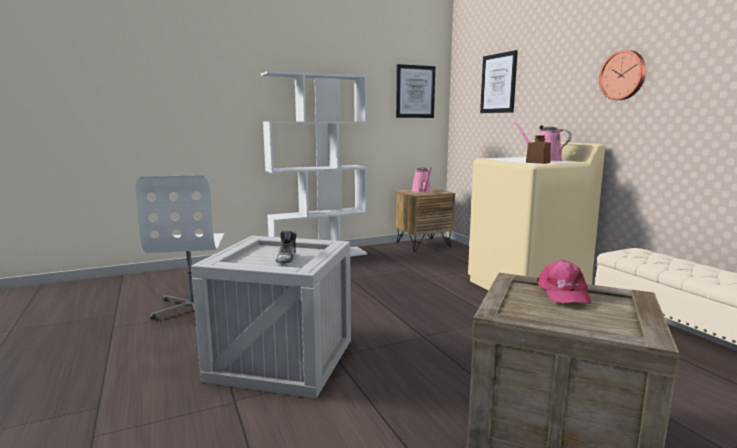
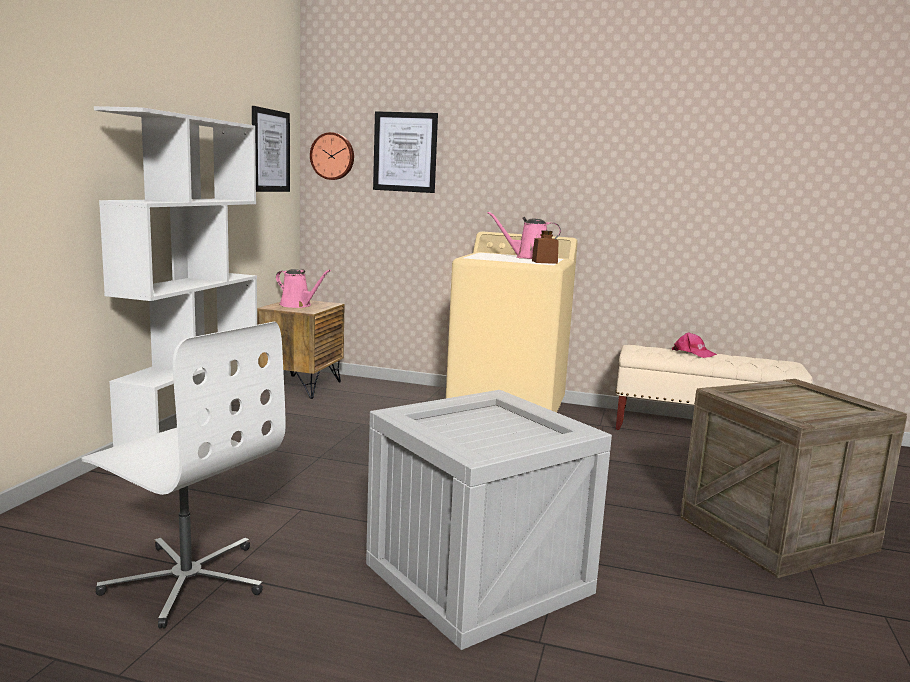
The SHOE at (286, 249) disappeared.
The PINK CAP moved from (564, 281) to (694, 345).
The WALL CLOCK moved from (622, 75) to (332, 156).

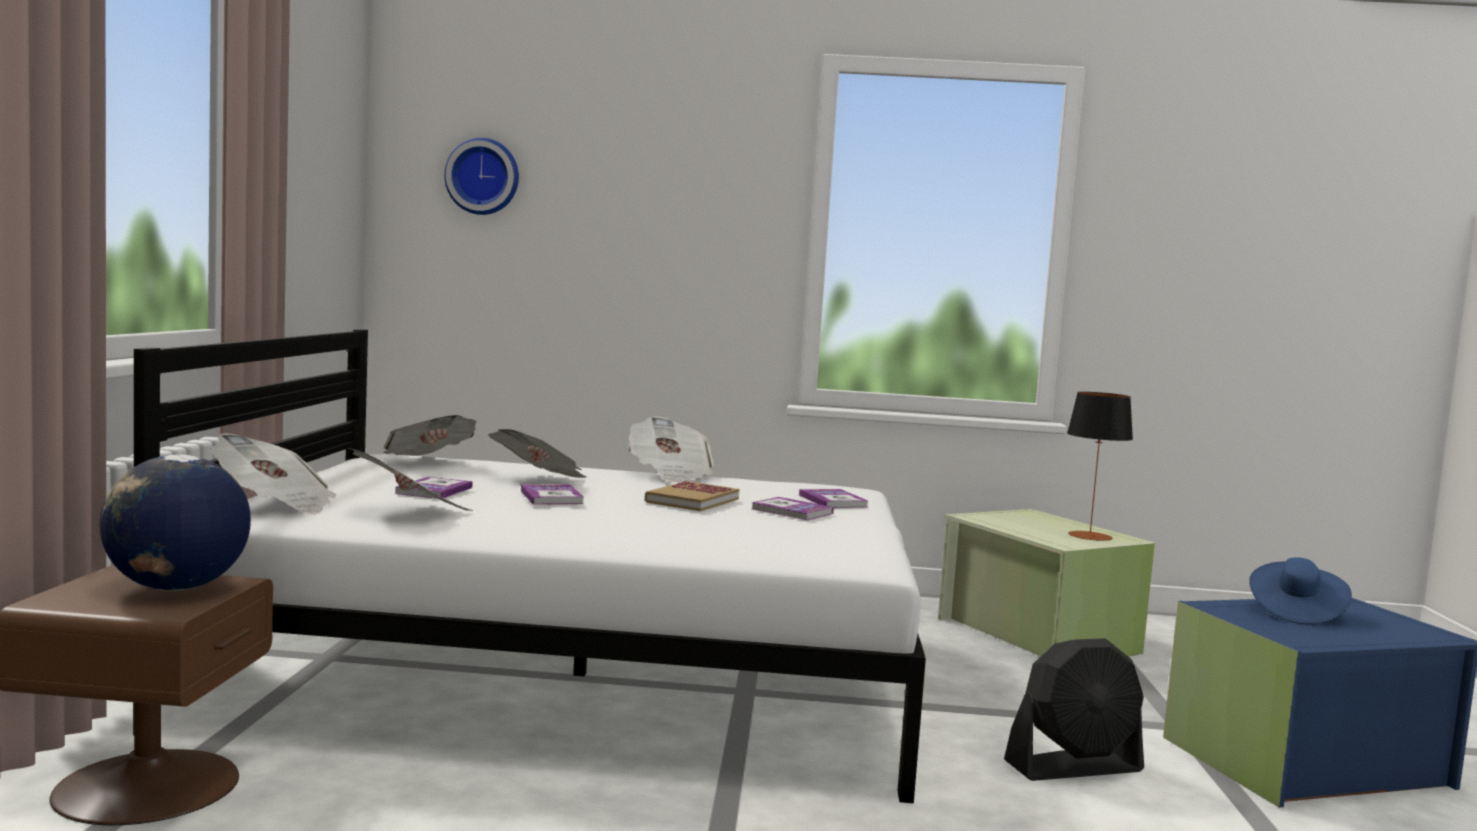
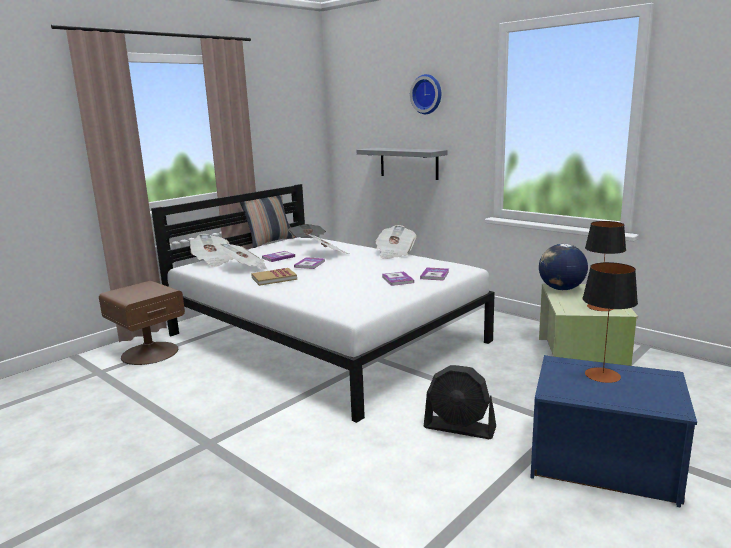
The PILLOW at (267, 221) appeared.
The GREY SHELF at (402, 164) appeared.
The GLOBE moved from (175, 522) to (563, 267).
The WALL CLOCK moved from (481, 176) to (425, 94).
The BOOK moved from (692, 496) to (274, 277).
The BLUE HAT at (1300, 591) was replaced by the TABLE LAMP at (610, 322).

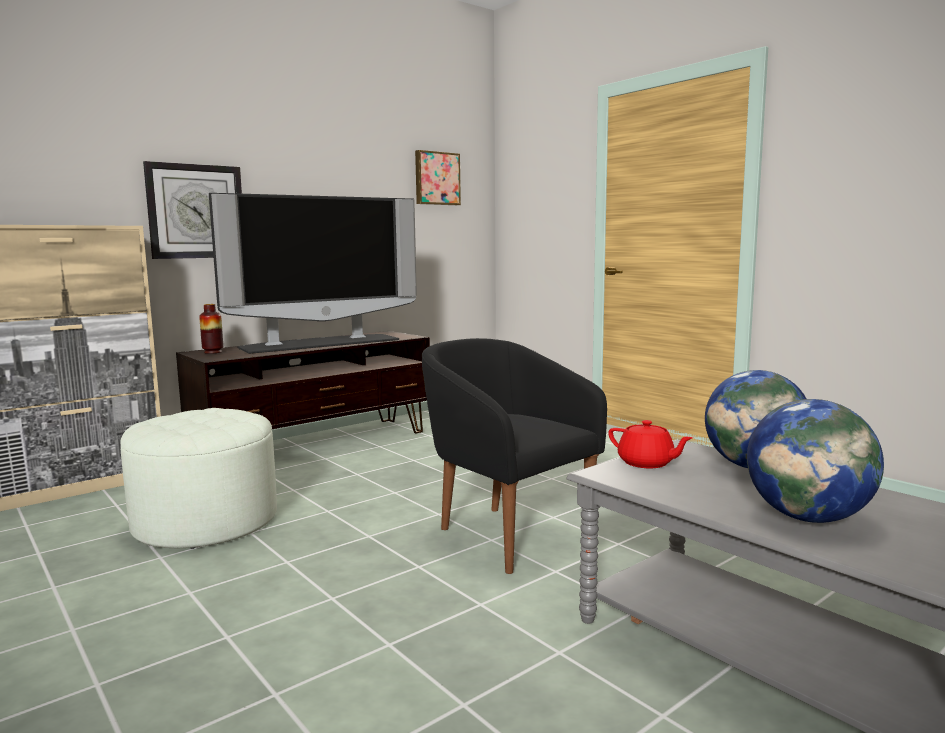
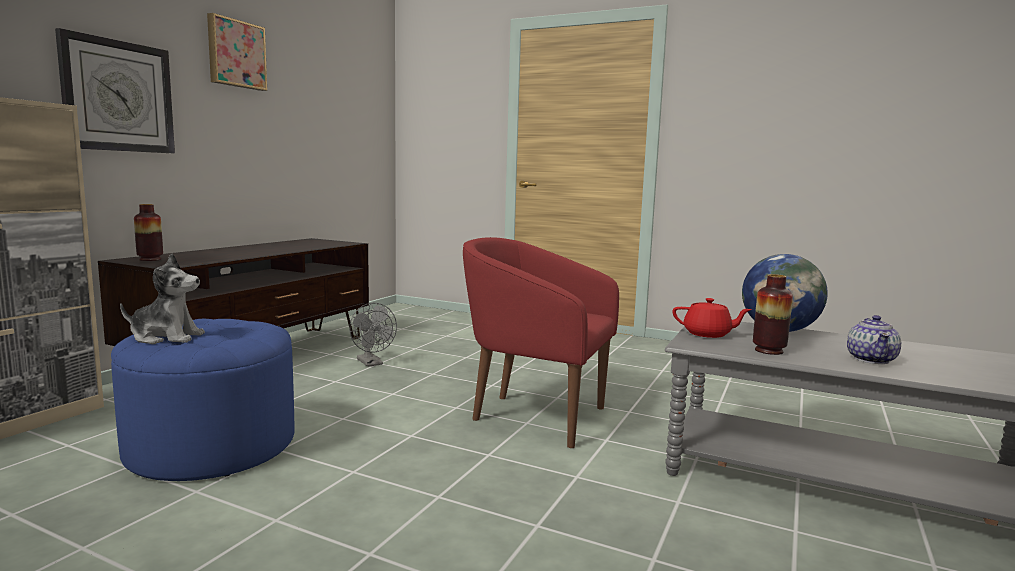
The TELEVISION at (313, 273) disappeared.
The PLUSH TOY at (162, 299) appeared.
The GREY FAN at (373, 335) appeared.
The VASE at (773, 314) appeared.
The PICTURE moved from (438, 177) to (237, 52).
The GLOBE at (815, 461) was replaced by the TEAPOT at (874, 339).
The WHITE OTTOMAN at (198, 478) became the BLUE OTTOMAN at (202, 400).
The BLACK ARMCHAIR at (514, 456) became the RED ARMCHAIR at (541, 342).

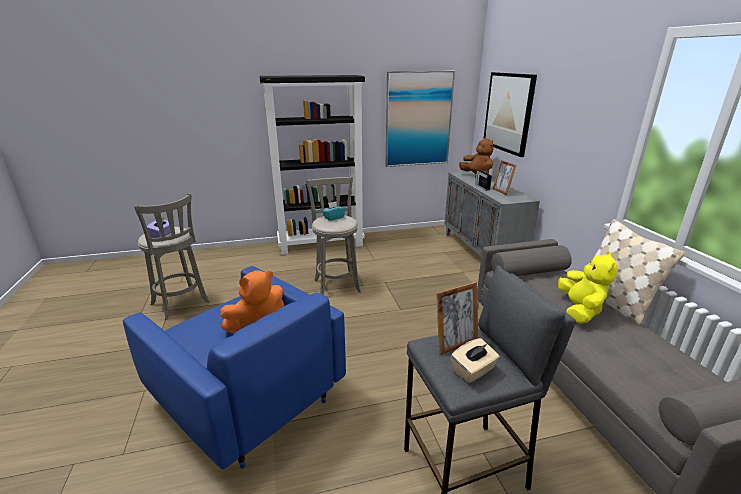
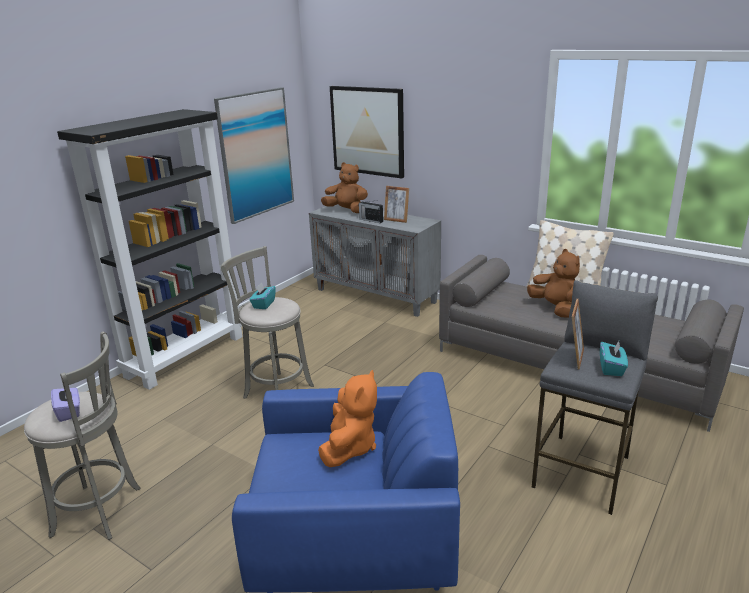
The BEIGE TISSUE BOX at (475, 360) became the TURQUOISE TISSUE BOX at (614, 358).
The YELLOW PLUSH TOY at (588, 288) became the BROWN PLUSH TOY at (553, 283).

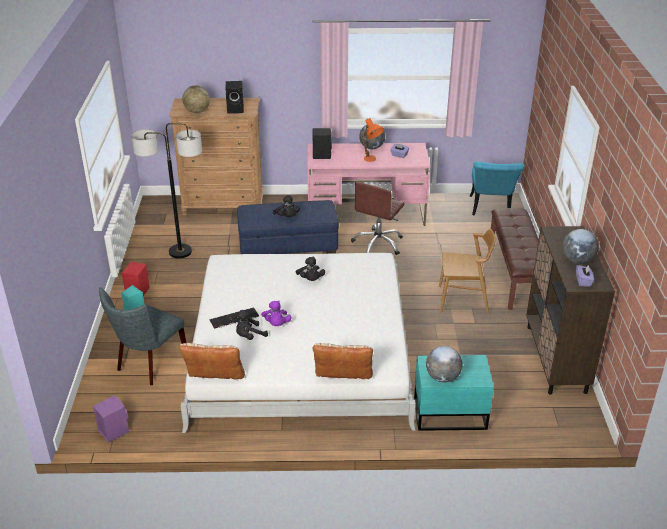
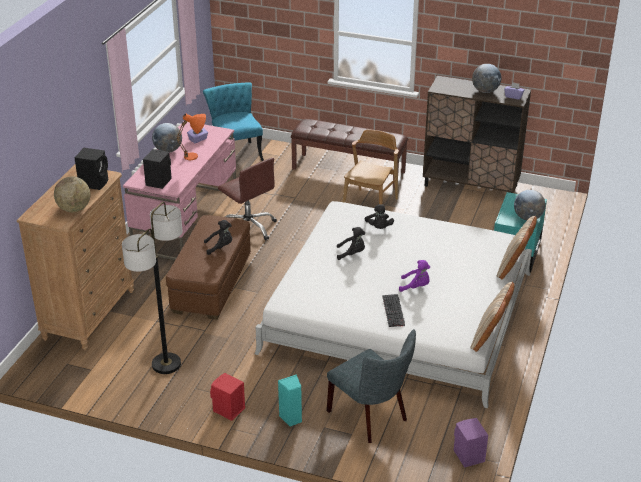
The BLACK PLUSH TOY moved from (251, 325) to (379, 216).
The BLUE OTTOMAN at (288, 227) became the BROWN OTTOMAN at (208, 267).
The TURQUOISE CHAIR at (497, 188) turned 135 degrees counterclockwise.

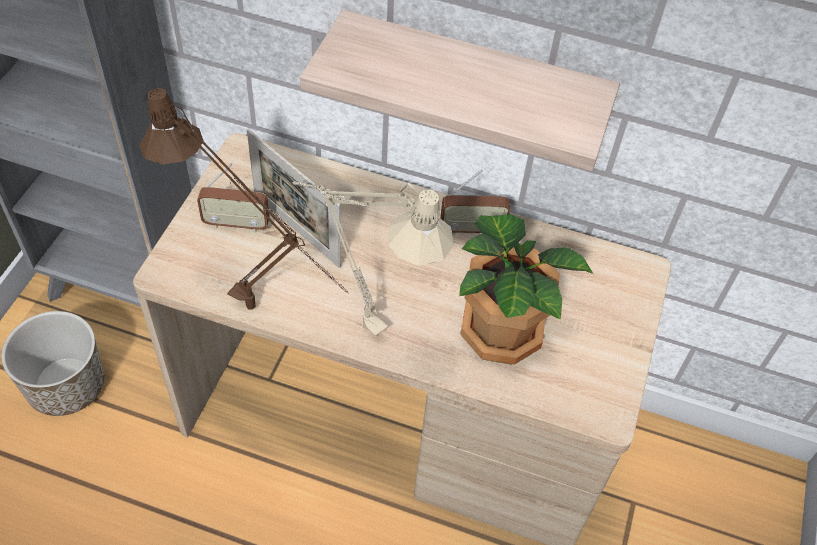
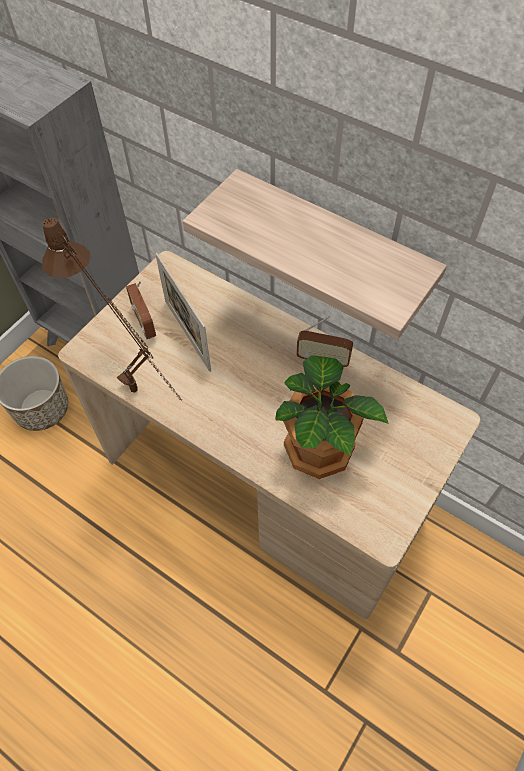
The BEIGE TABLE LAMP at (373, 258) disappeared.
The RADIO at (233, 198) turned 45 degrees clockwise.

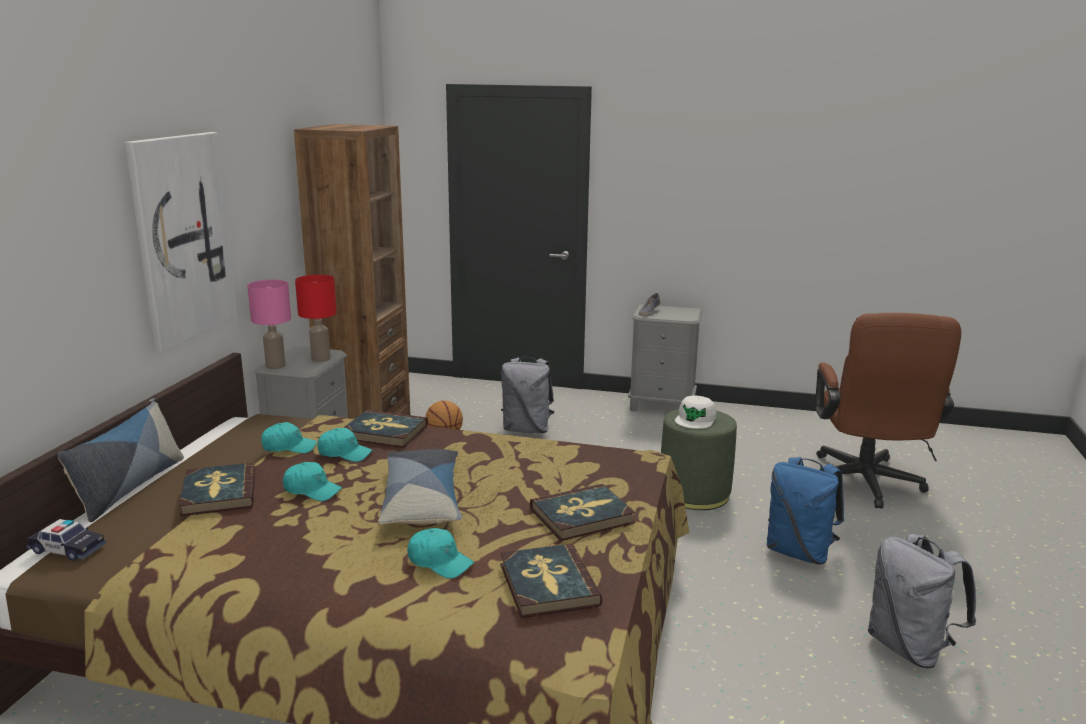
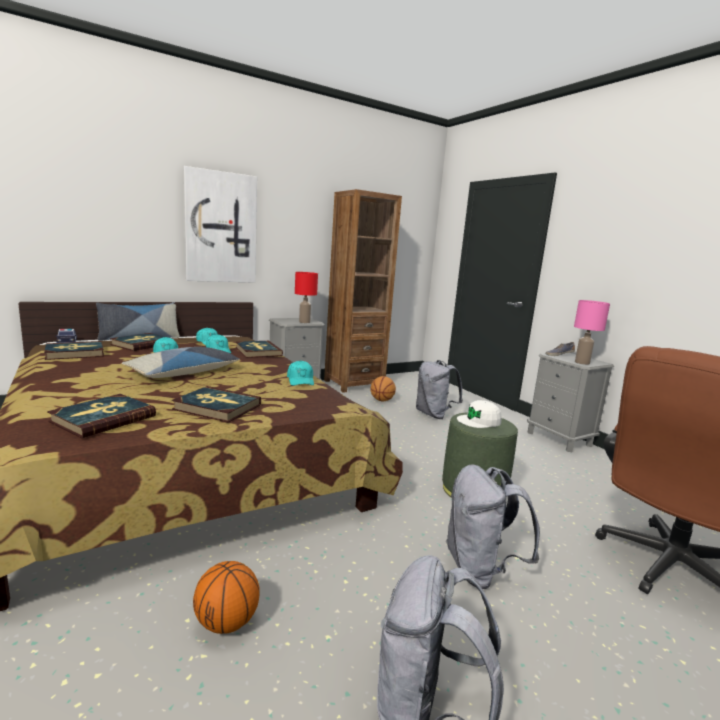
The BOOK at (74, 350) appeared.
The BASKETBALL at (226, 597) appeared.
The PINK TABLE LAMP moved from (269, 324) to (592, 332).
The TURQUOISE CAP moved from (440, 553) to (300, 373).
The BLUE BACKPACK at (805, 510) became the GREY BACKPACK at (493, 527).

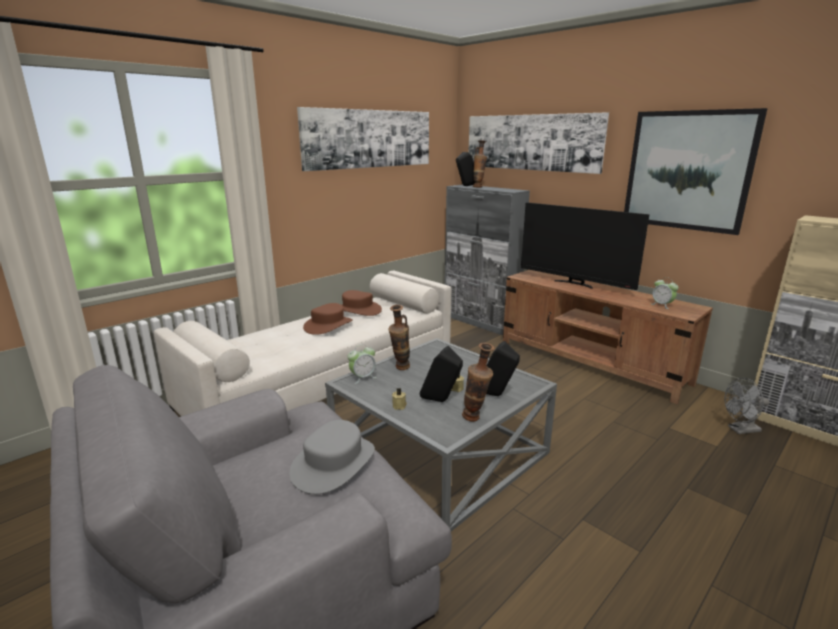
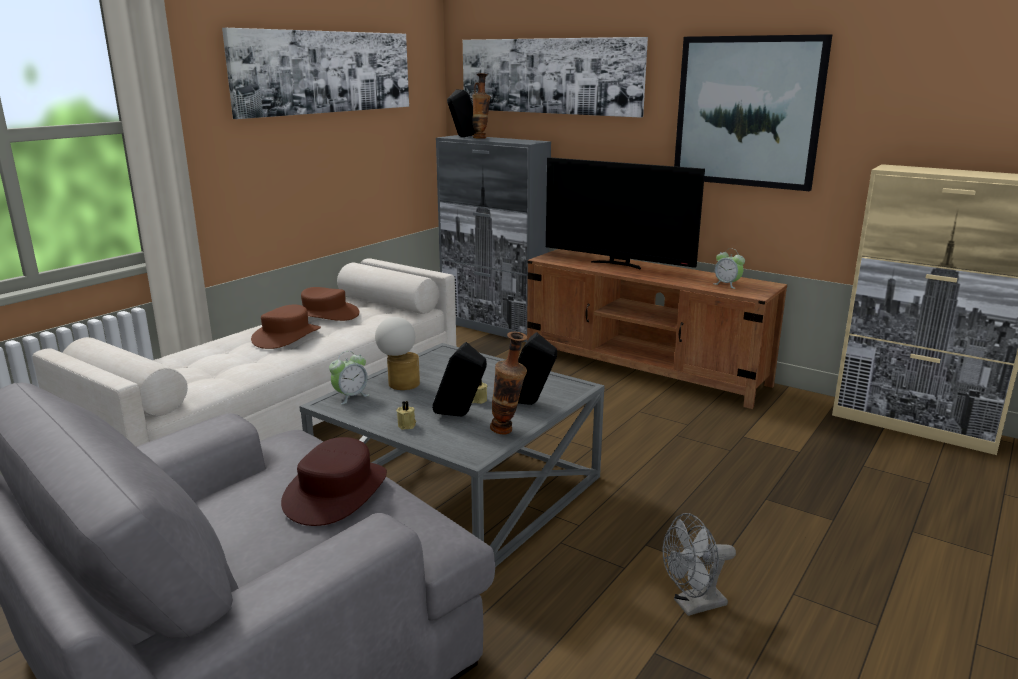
The GREY FAN moved from (747, 406) to (699, 564).
The VASE at (399, 337) was replaced by the TABLE LAMP at (397, 353).
The GREY HAT at (332, 457) became the BROWN HAT at (334, 481).

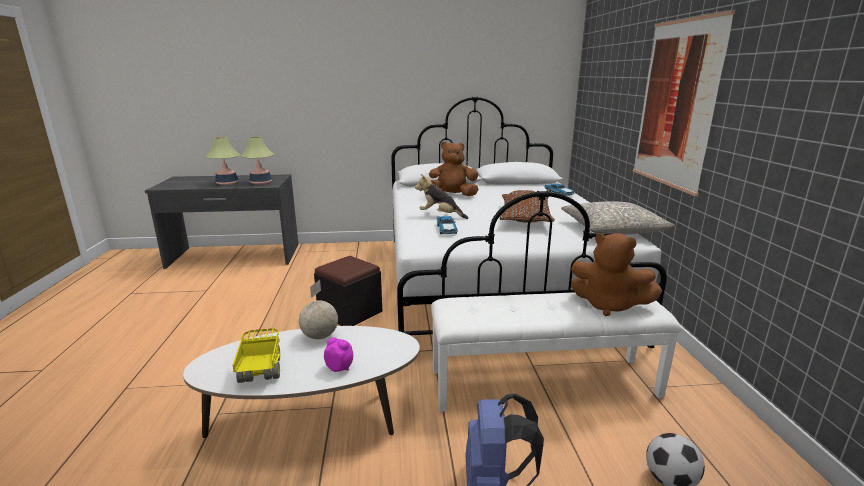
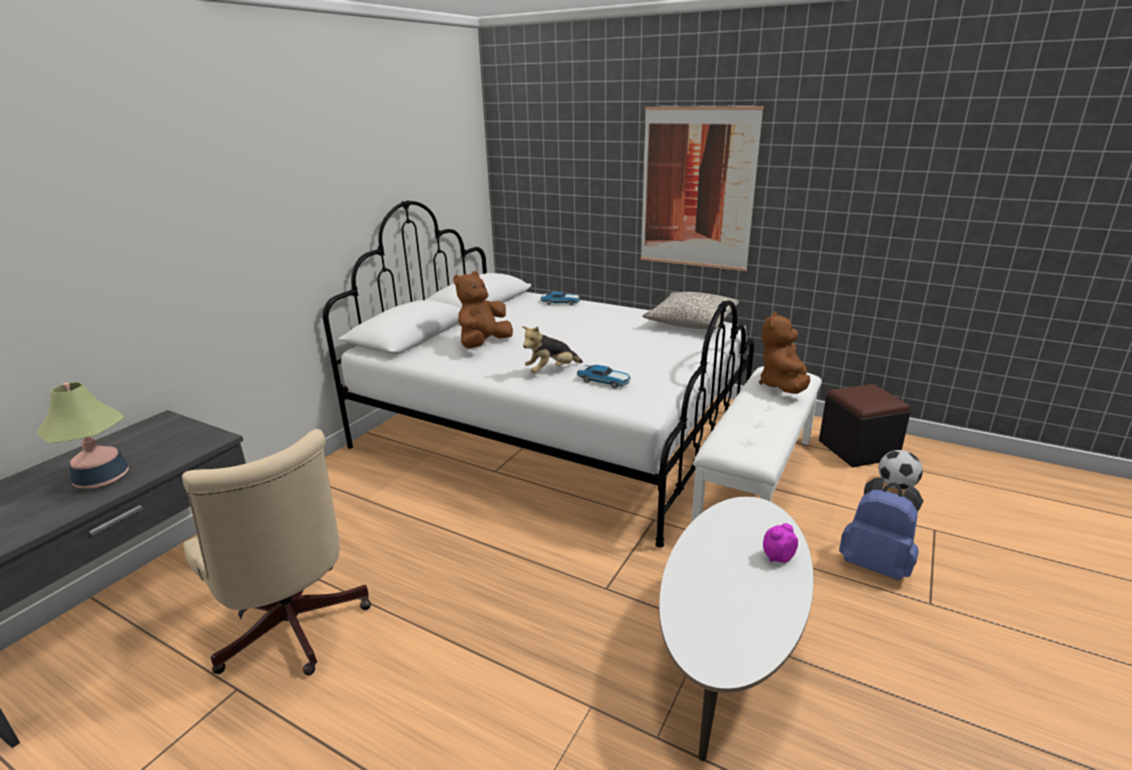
The TOY TRUCK at (256, 355) disappeared.
The TABLE LAMP at (257, 160) disappeared.
The GLOBE at (318, 309) disappeared.
The BROWN PILLOW at (527, 206) disappeared.
The BEIGE OFFICE CHAIR at (276, 552) appeared.
The BLACK OTTOMAN moved from (348, 291) to (865, 426).
The BROWN PLUSH TOY at (616, 274) turned 135 degrees clockwise.

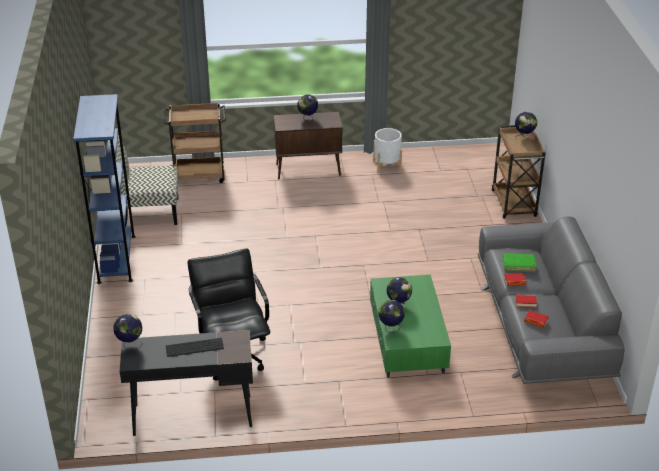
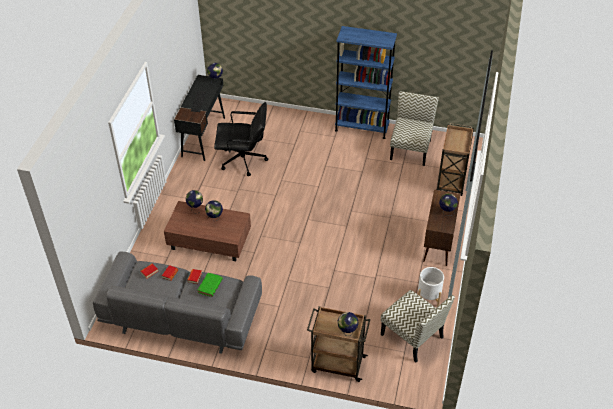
The CHAIR at (418, 326) appeared.
The GREEN COFFEE TABLE at (410, 326) became the BROWN COFFEE TABLE at (207, 231).

